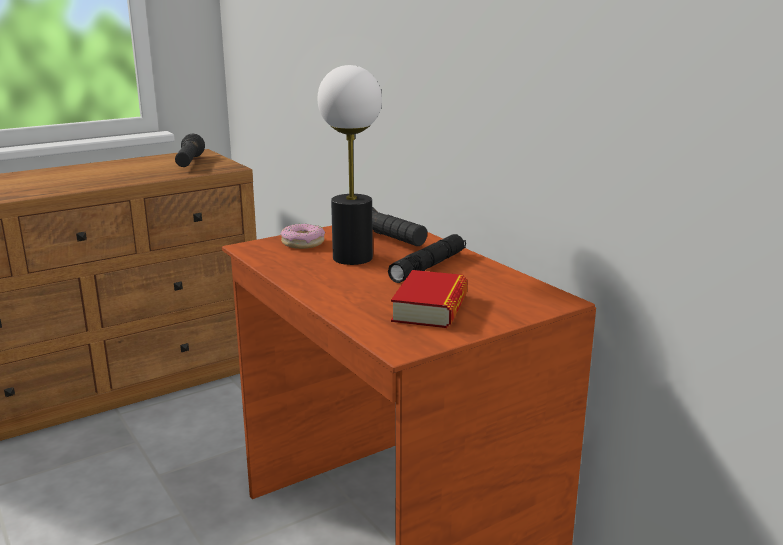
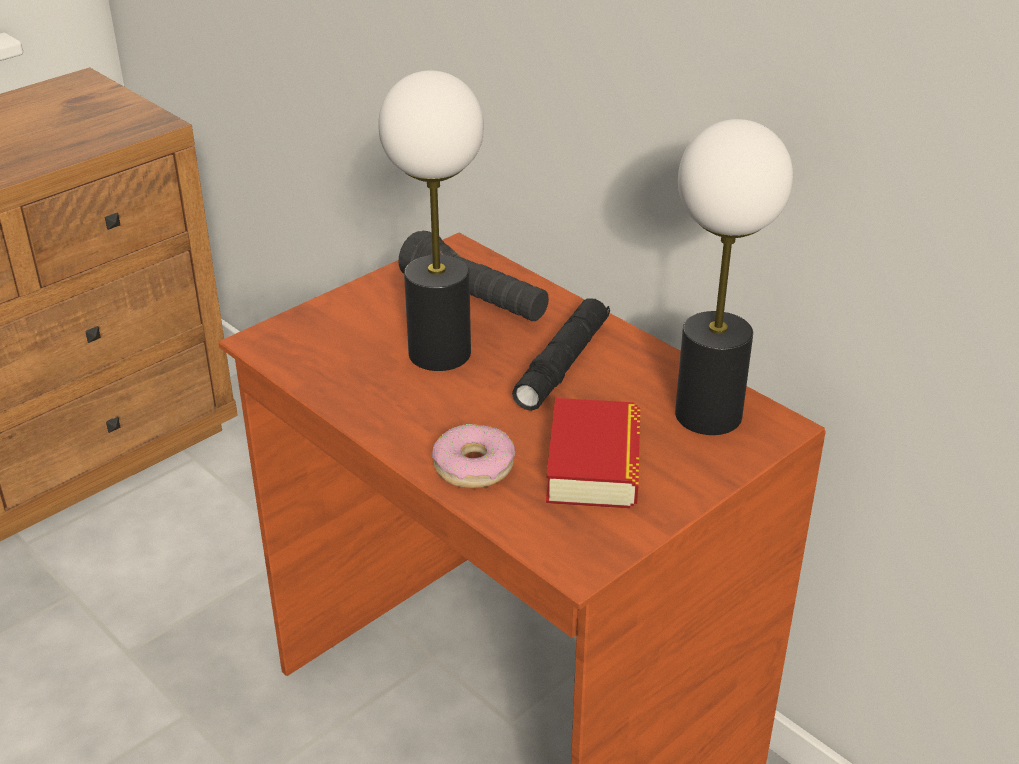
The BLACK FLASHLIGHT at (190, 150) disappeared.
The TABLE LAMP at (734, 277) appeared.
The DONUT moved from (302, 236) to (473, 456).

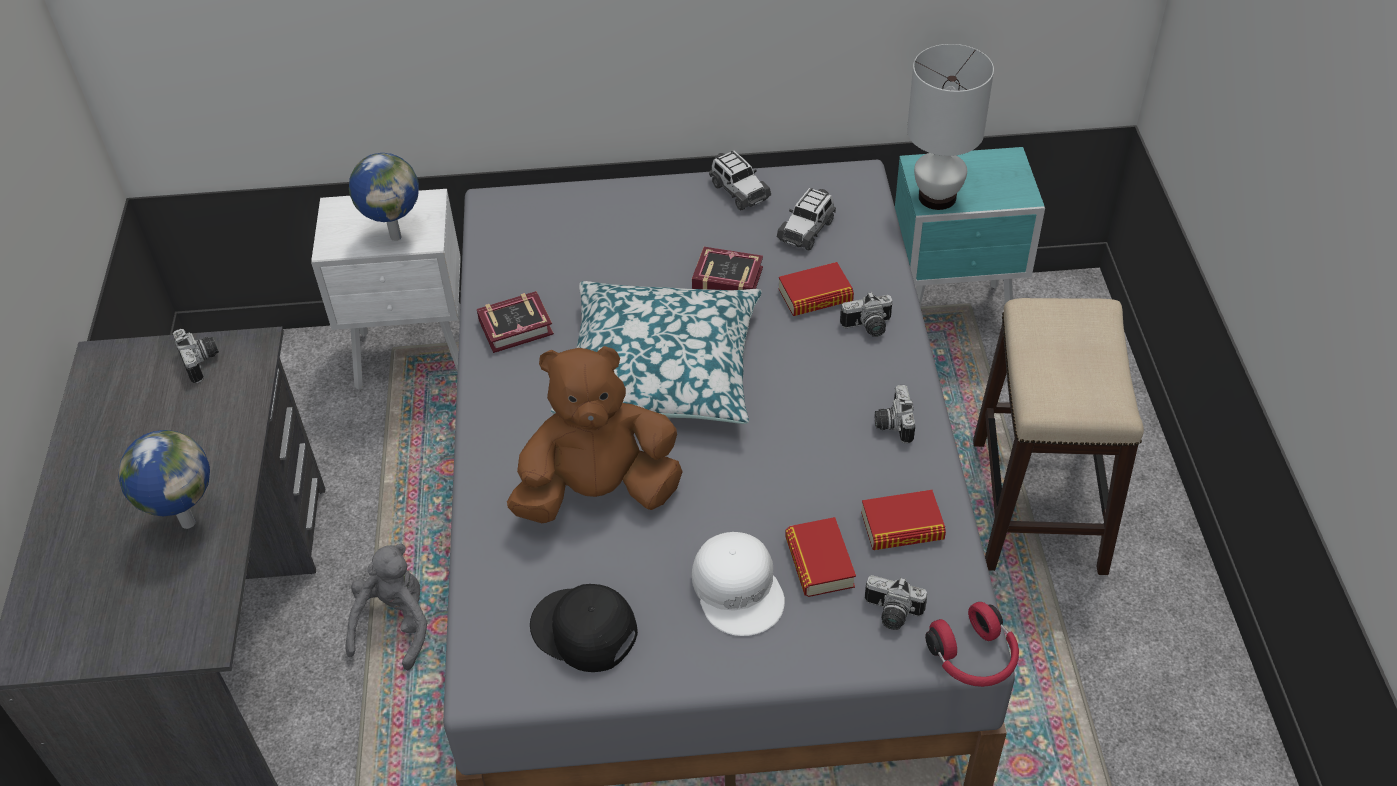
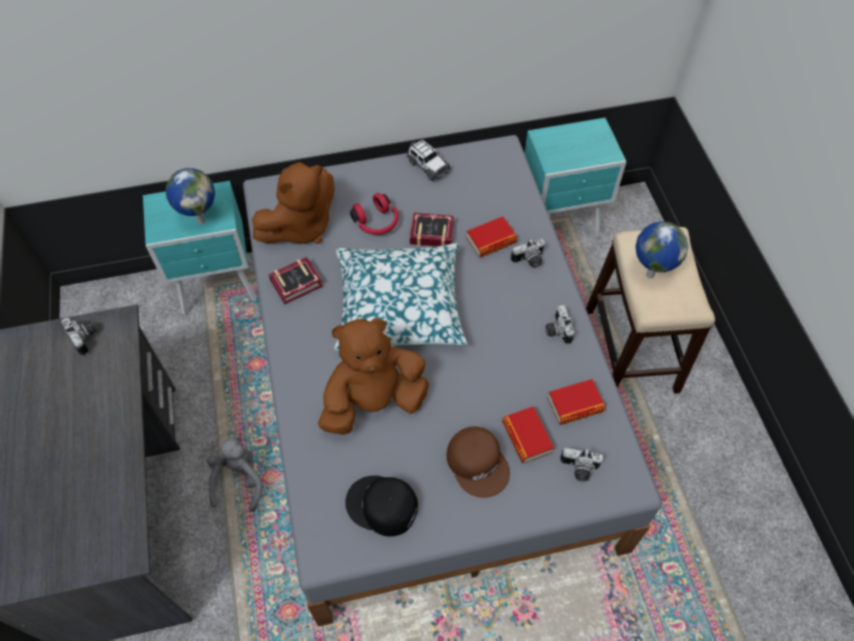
The TOY CAR at (806, 219) disappeared.
The WHITE TABLE LAMP at (950, 127) disappeared.
The BROWN PLUSH TOY at (293, 203) appeared.
The GLOBE moved from (164, 479) to (662, 250).
The RED HEADPHONES moved from (972, 644) to (374, 214).
The WHITE NIGHTSTAND at (386, 289) became the TURQUOISE NIGHTSTAND at (200, 247).
The WHITE CAP at (738, 584) became the BROWN CAP at (478, 462).

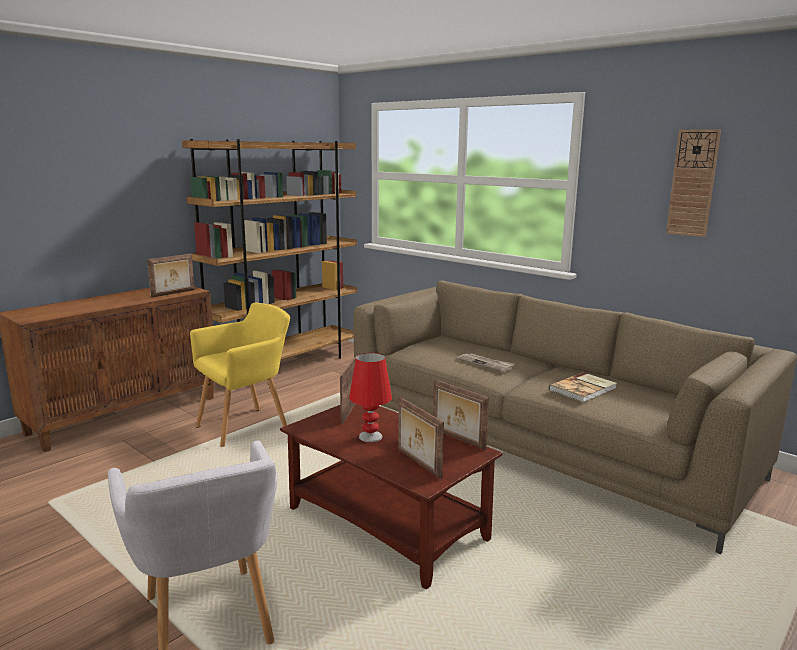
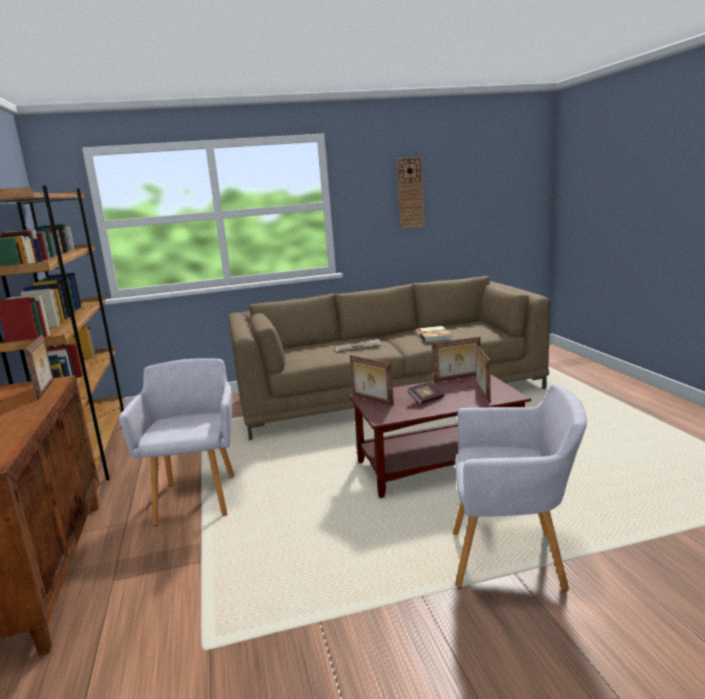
The RED TABLE LAMP at (370, 397) was replaced by the BOOK at (425, 393).
The YELLOW ARMCHAIR at (240, 375) became the GREY ARMCHAIR at (177, 442).
The PICTURE FRAME at (421, 438) turned 90 degrees clockwise.

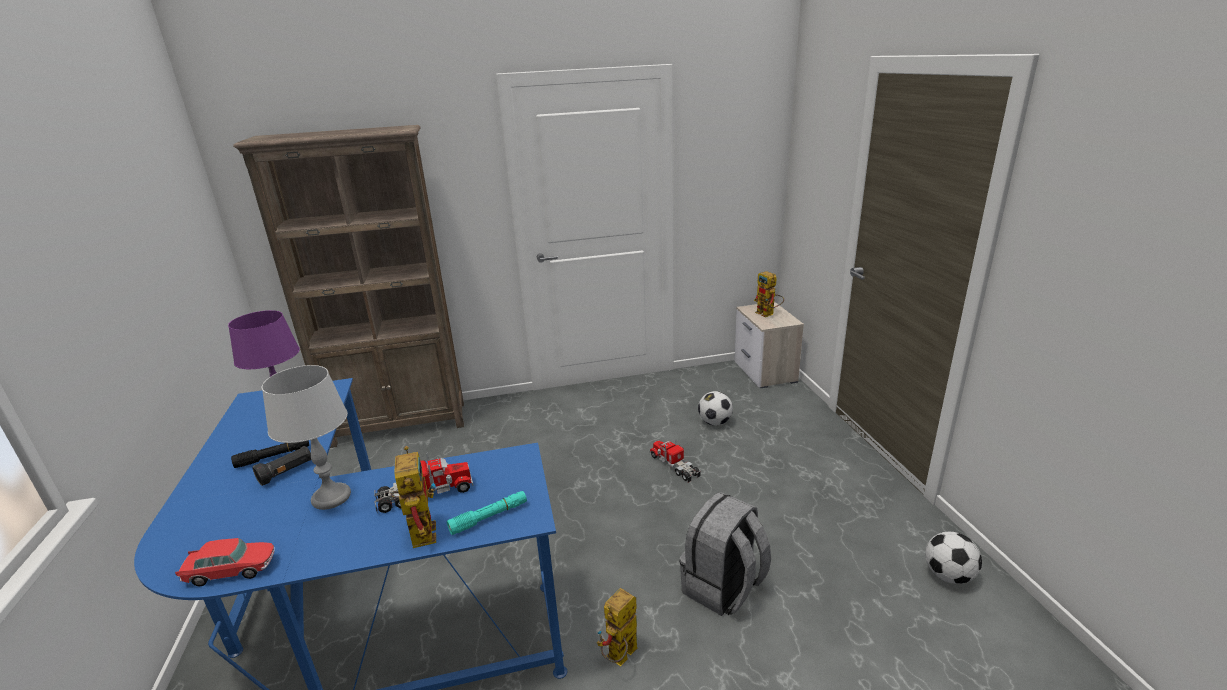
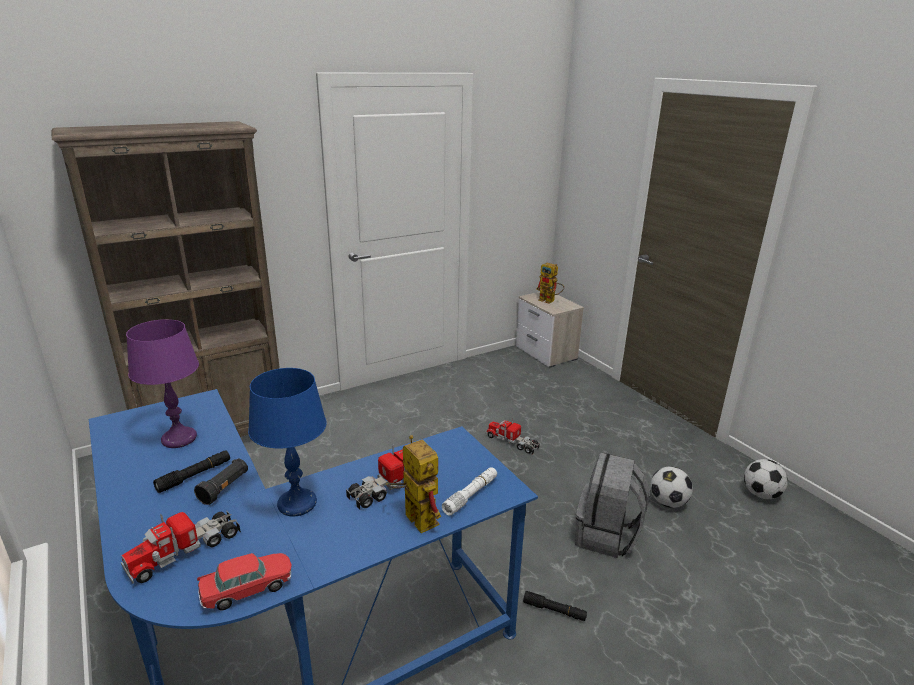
The TOY TRUCK at (181, 547) appeared.
The FOOTBALL moved from (715, 408) to (671, 487).
The TOY ROBOT at (617, 627) was replaced by the BLACK FLASHLIGHT at (555, 606).
The GREY TABLE LAMP at (306, 437) became the BLUE TABLE LAMP at (287, 442).
The TURQUOISE FLASHLIGHT at (487, 513) became the WHITE FLASHLIGHT at (469, 491).

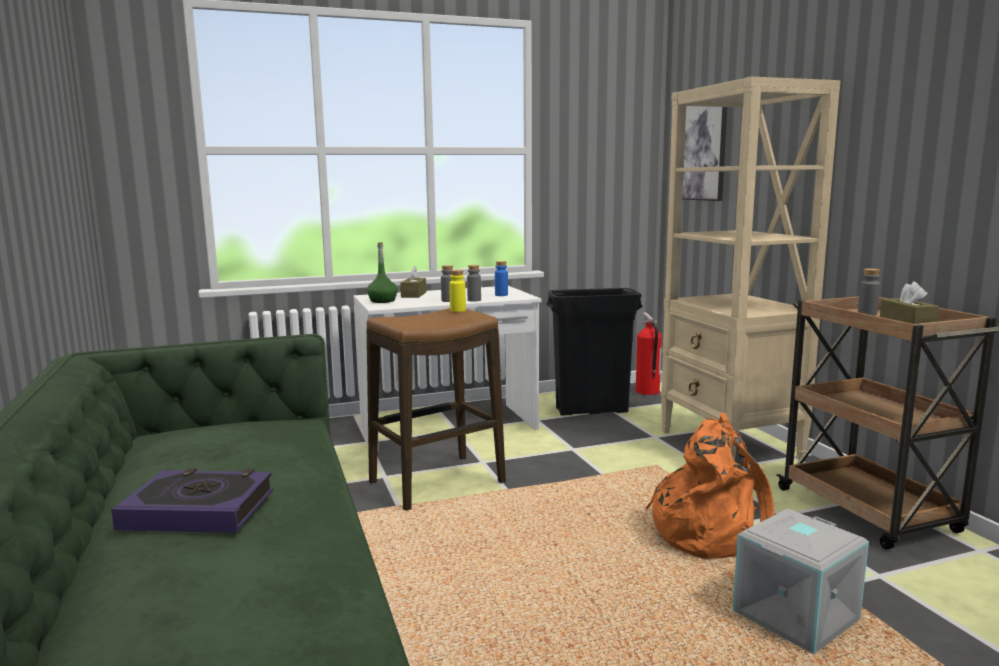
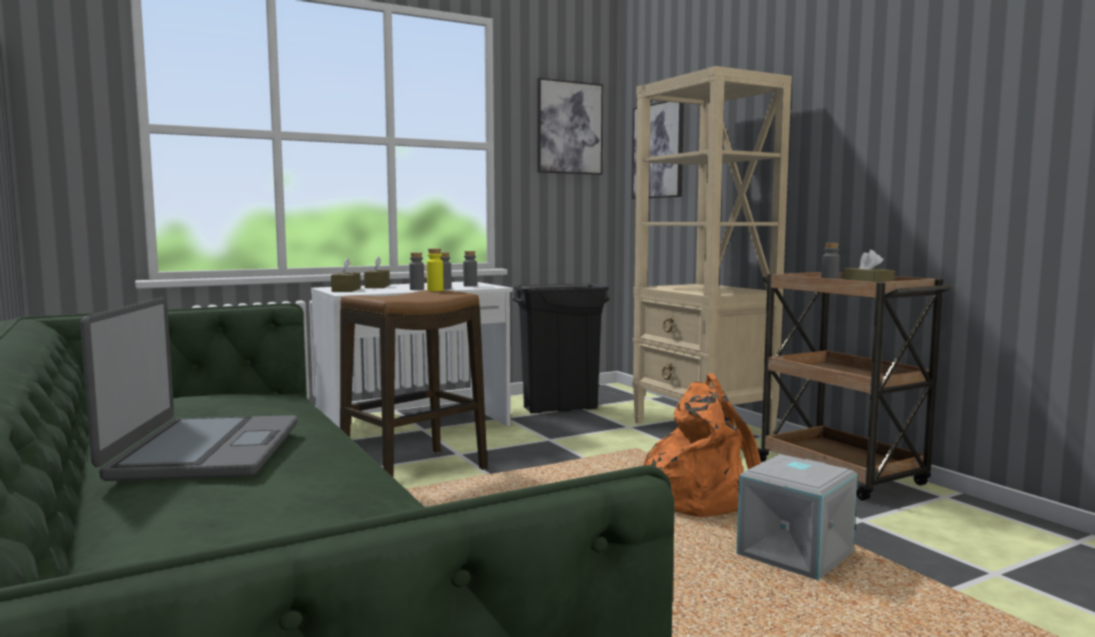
The FIRE EXTINGUISHER at (649, 353) disappeared.
The PICTURE at (570, 126) appeared.
The BOOK at (192, 500) was replaced by the LAPTOP at (189, 389).
The GREEN BOTTLE at (382, 273) was replaced by the BROWN TISSUE BOX at (346, 275).
The BLUE BOTTLE at (501, 278) became the GREY BOTTLE at (470, 269).

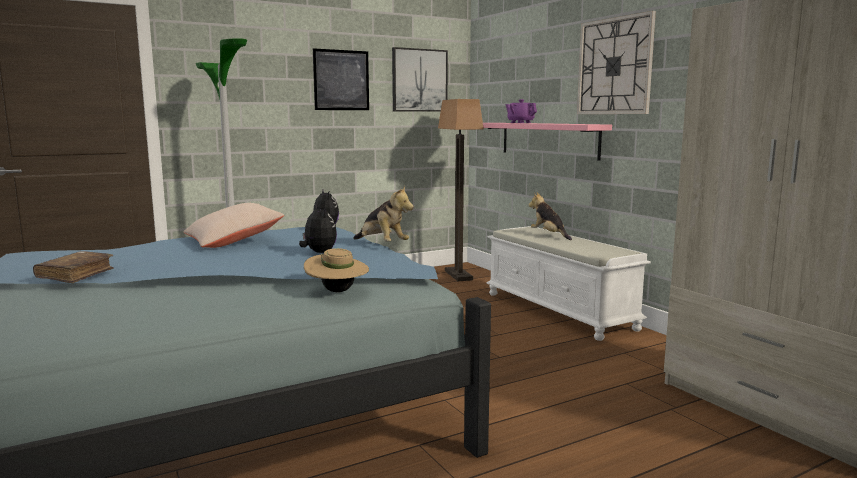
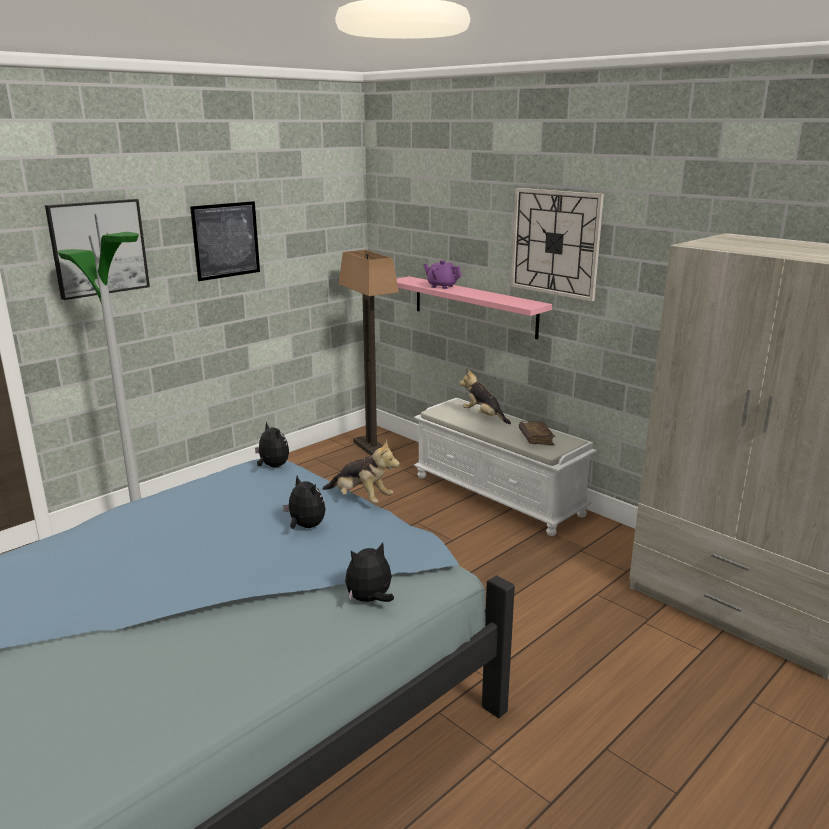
The BEIGE PILLOW at (233, 225) disappeared.
The BROWN BOOK moved from (73, 267) to (537, 433).
The PICTURE moved from (420, 79) to (97, 249).
The BEIGE HAT at (336, 270) was replaced by the PLUSH TOY at (369, 572).

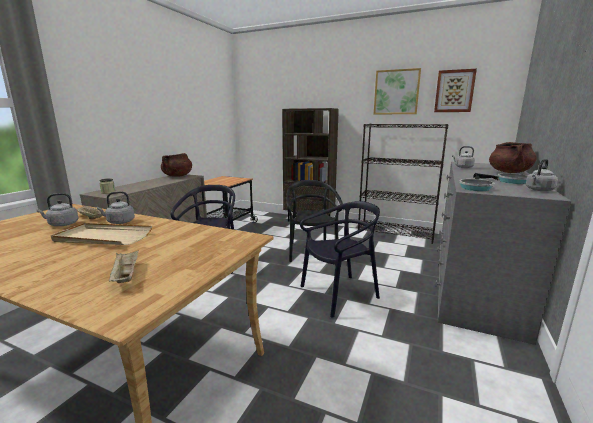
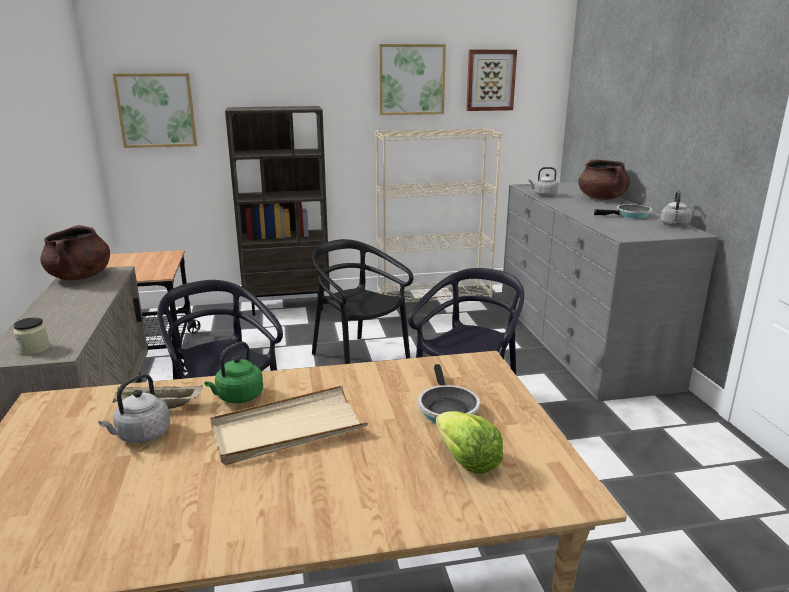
The PICTURE at (155, 110) appeared.
The FRYING PAN moved from (477, 183) to (449, 394).
The BEIGE TRAY at (123, 266) was replaced by the LETTUCE at (469, 442).
The GREY KETTLE at (116, 207) became the GREEN KETTLE at (233, 373).
The BLACK BOOKCASE at (403, 184) became the BEIGE BOOKCASE at (438, 215).

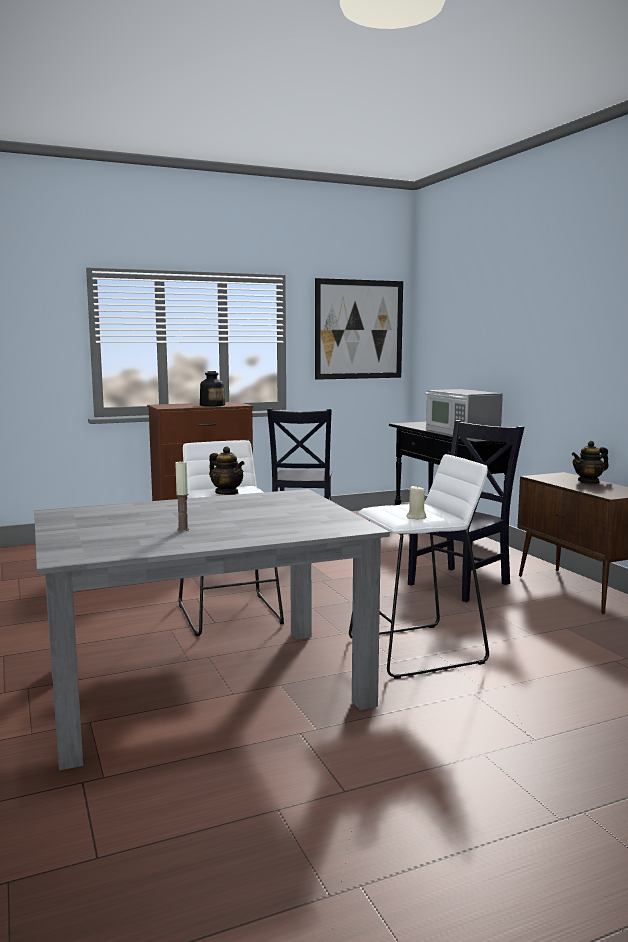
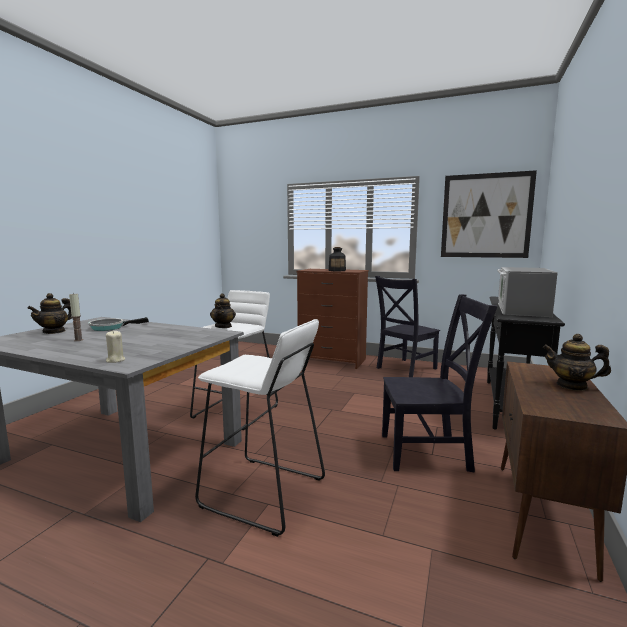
The TEAPOT at (49, 313) appeared.
The FRYING PAN at (119, 324) appeared.
The BEIGE CANDLE moved from (416, 502) to (115, 347).

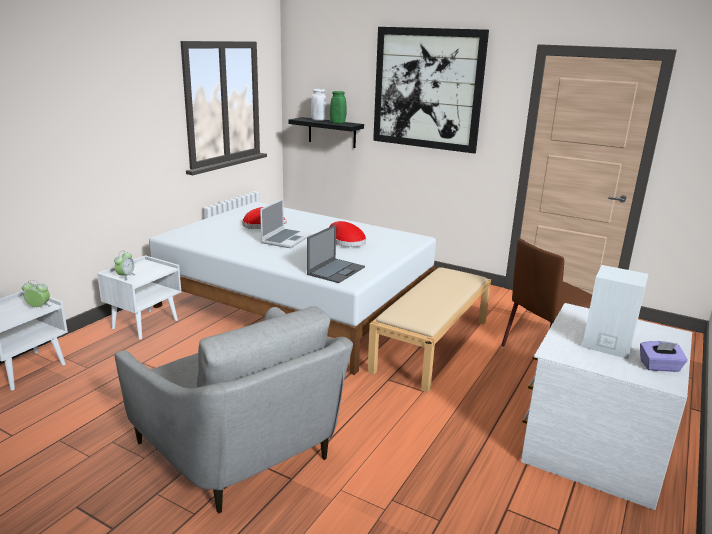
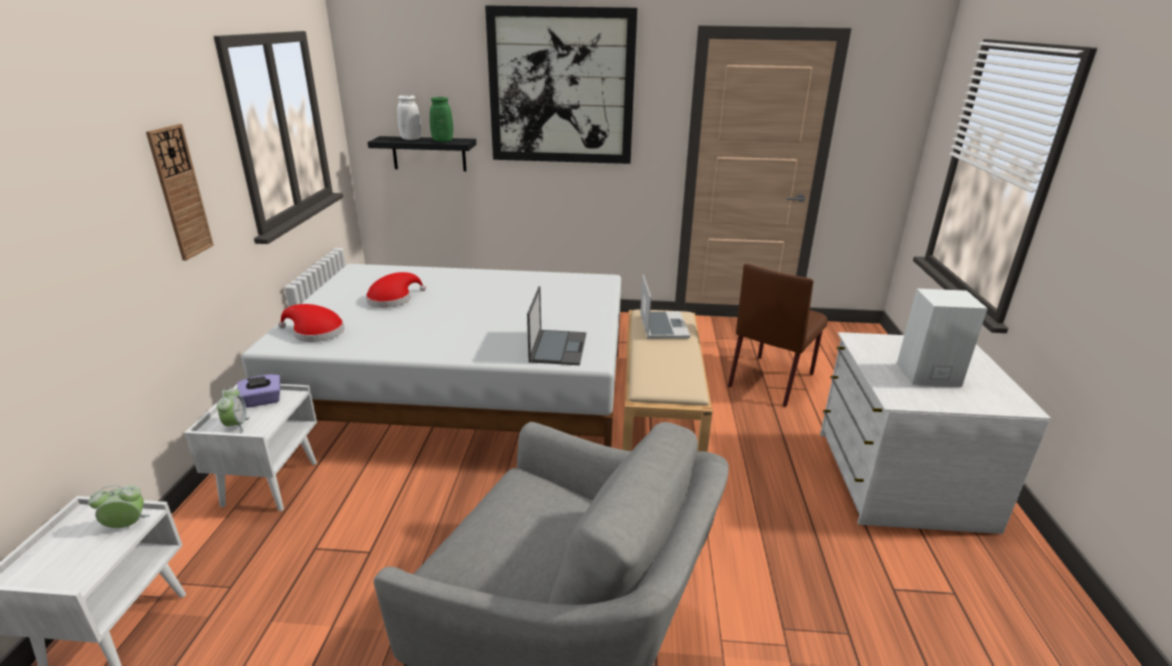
The WALL CLOCK at (180, 192) appeared.
The LAPTOP moved from (285, 223) to (665, 307).
The RED HAT moved from (347, 234) to (311, 323).
The PURPLE TISSUE BOX moved from (664, 356) to (258, 391).

